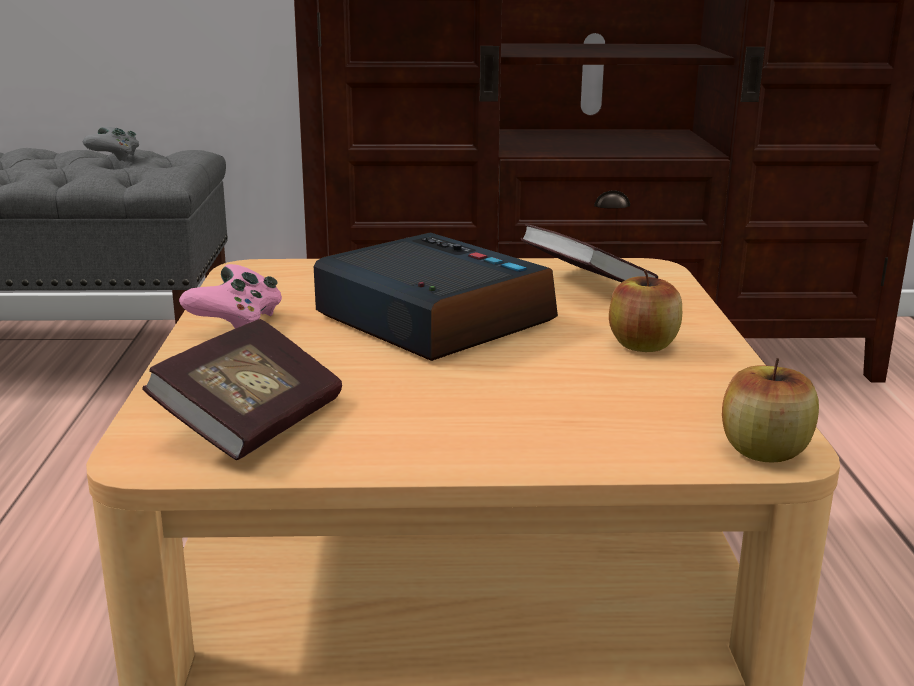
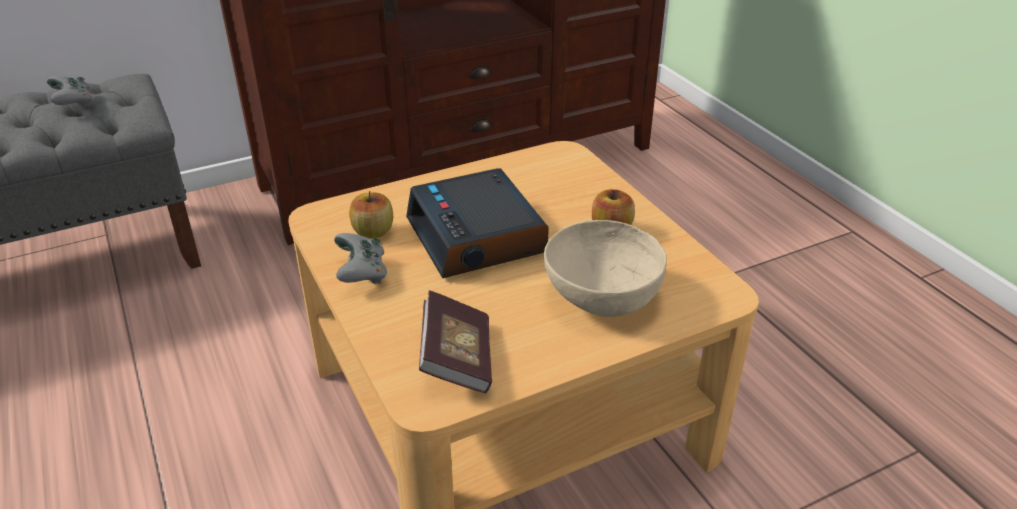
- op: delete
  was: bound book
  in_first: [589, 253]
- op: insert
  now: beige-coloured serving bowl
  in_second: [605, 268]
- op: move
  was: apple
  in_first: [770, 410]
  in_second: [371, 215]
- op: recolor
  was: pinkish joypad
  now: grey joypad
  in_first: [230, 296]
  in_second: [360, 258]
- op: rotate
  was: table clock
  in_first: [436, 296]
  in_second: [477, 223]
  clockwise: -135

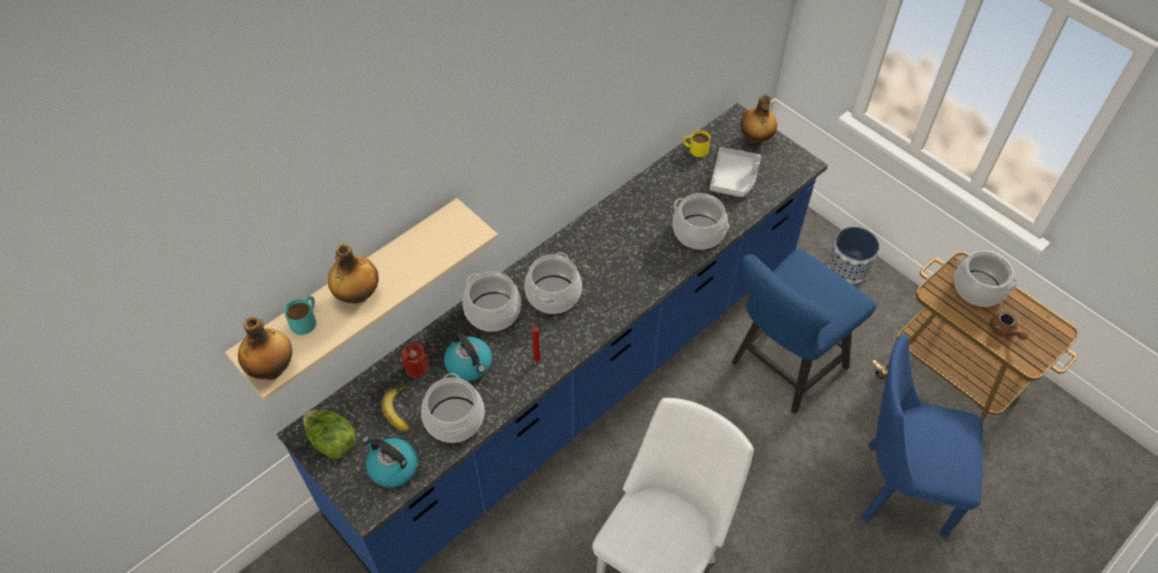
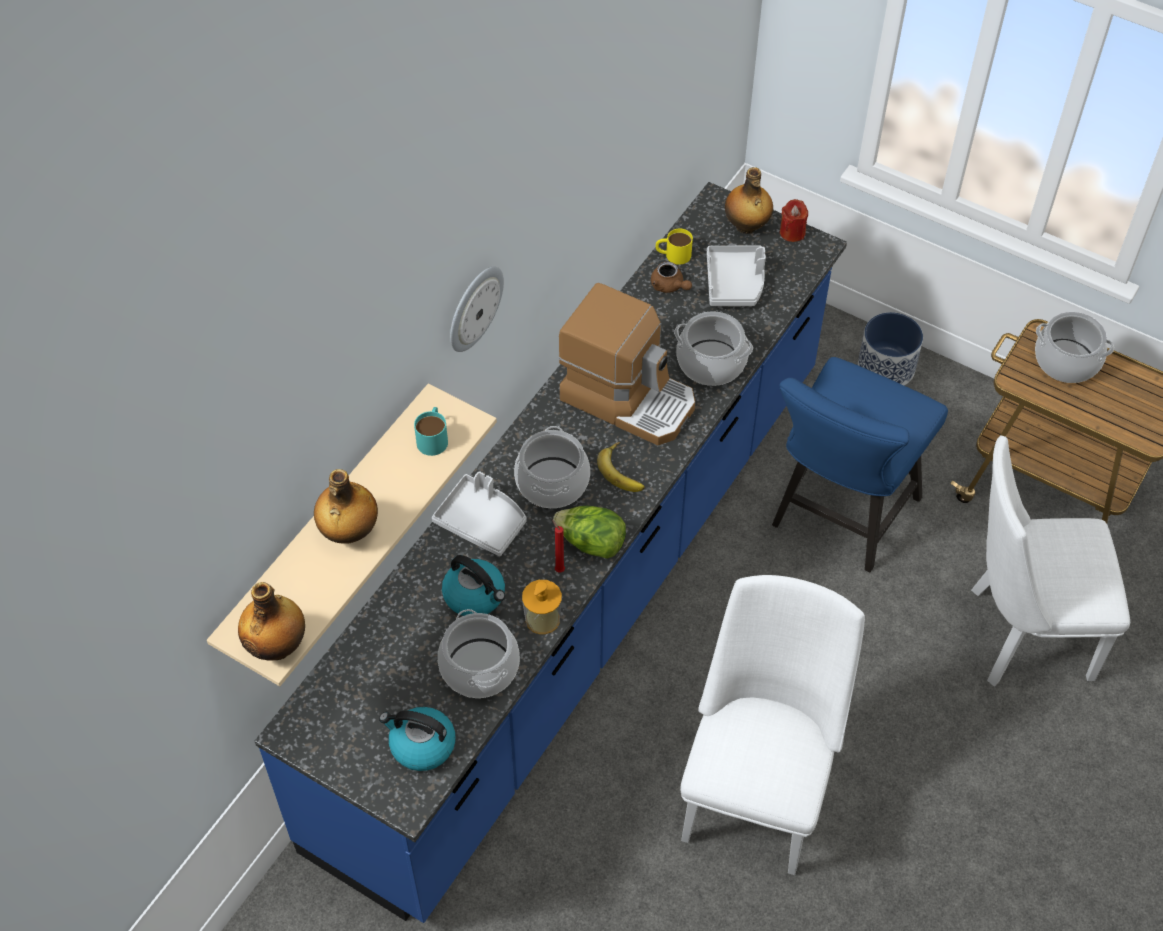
- op: insert
  now: wall clock
  in_second: [477, 309]
- op: insert
  now: liquid soap bottle
  in_second: [542, 607]
- op: insert
  now: coffee maker
  in_second: [626, 364]
- op: move
  was: turquoise-coloured tea mug
  in_first: [300, 315]
  in_second: [431, 431]
- op: move
  was: lettuce head
  in_first: [329, 434]
  in_second: [589, 532]
- op: move
  was: banana fruit
  in_first: [395, 408]
  in_second: [621, 467]
- op: move
  was: reddish wax candle
  in_first: [414, 360]
  in_second: [794, 220]
- op: move
  was: brownish tea pot
  in_first: [1009, 326]
  in_second: [671, 277]
- op: replace
  was: cooking pot
  now: grey serving tray
  in_first: [492, 301]
  in_second: [479, 513]
- op: recolor
  was: blue chair
  now: whitish chair
  in_first: [922, 435]
  in_second: [1050, 561]

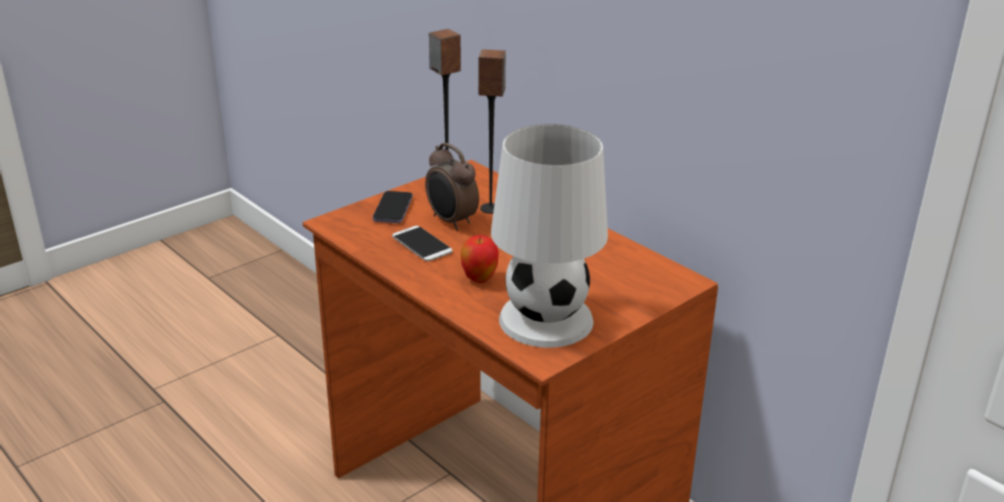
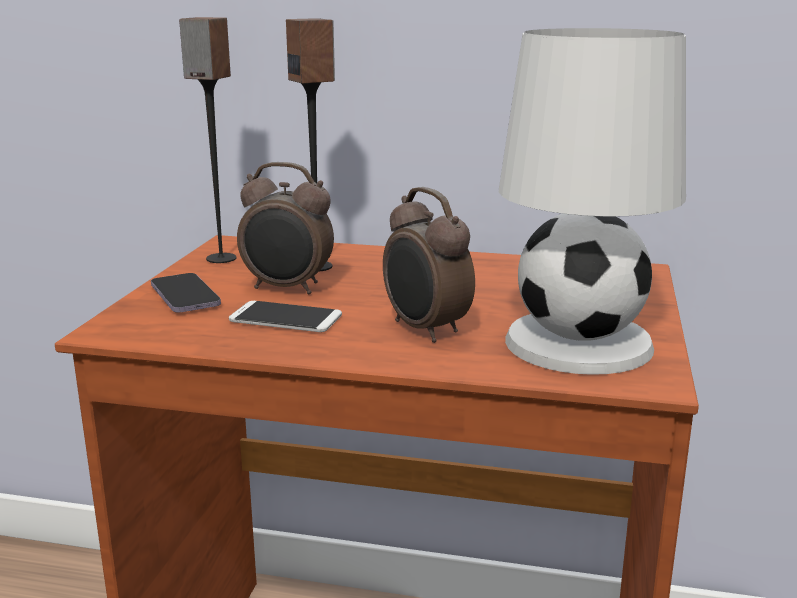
- op: replace
  was: apple
  now: table clock
  in_first: [480, 259]
  in_second: [429, 265]

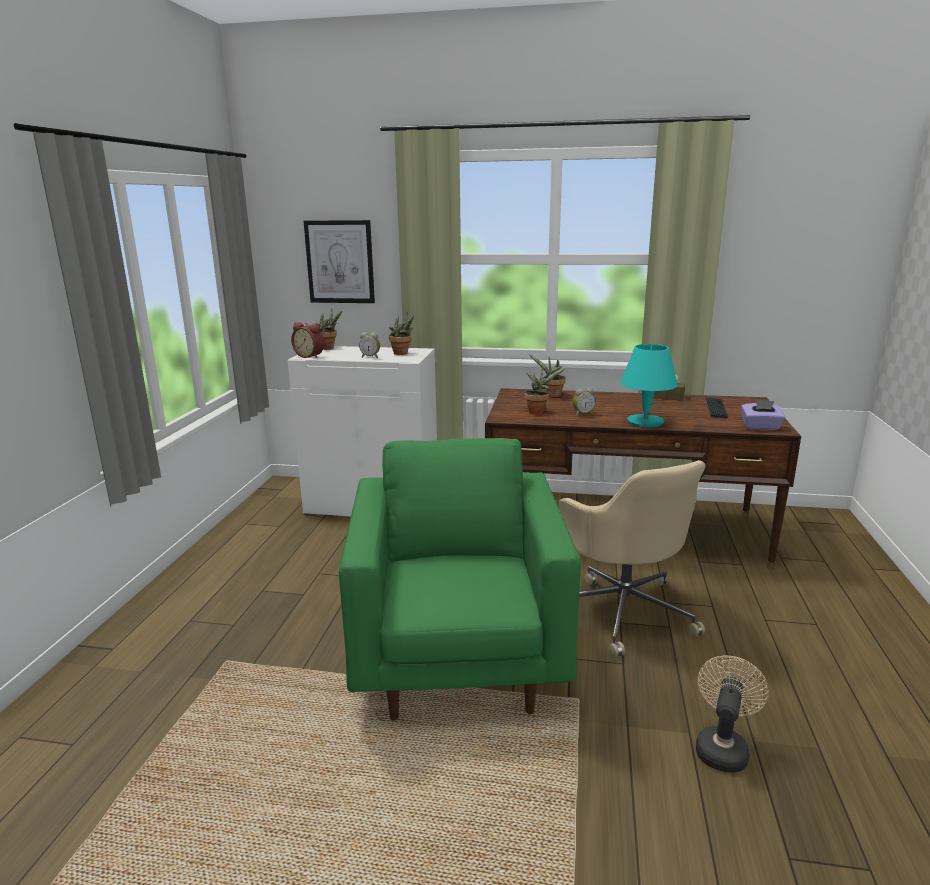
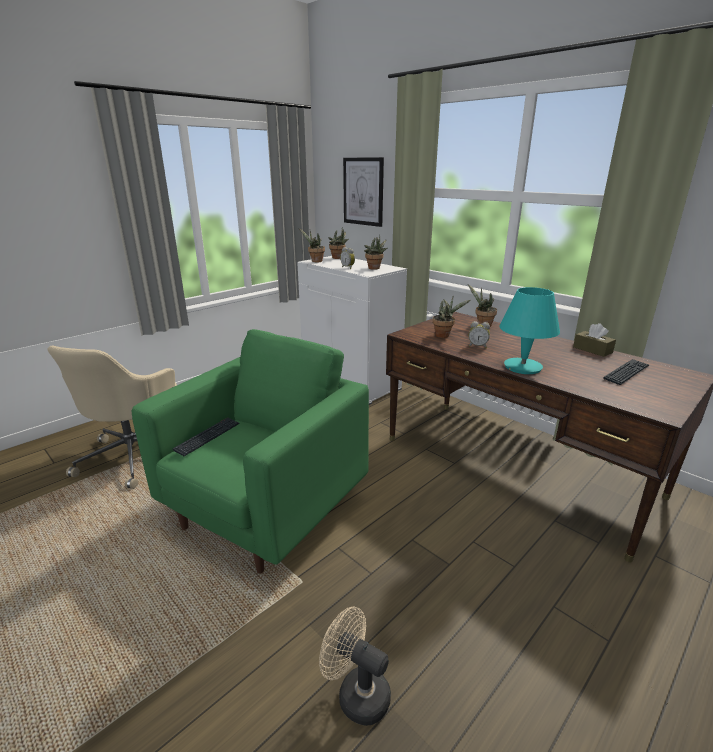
- op: delete
  was: purple-coloured tissue holder
  in_first: [763, 415]
- op: insert
  now: keyboard
  in_second: [206, 437]
- op: move
  was: beige-coloured desk chair
  in_first: [632, 559]
  in_second: [112, 417]
- op: replace
  was: table clock
  now: potted plant
  in_first: [307, 340]
  in_second: [312, 245]
- op: rotate
  was: beige-coloured fan
  in_first: [732, 714]
  in_second: [355, 666]
  clockwise: -120

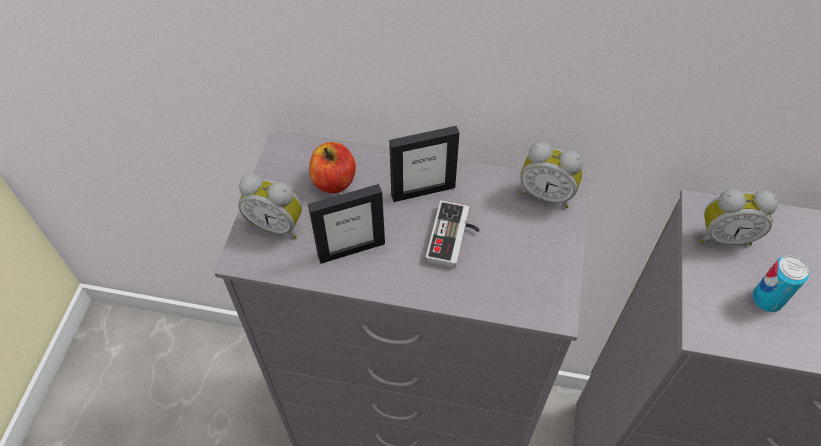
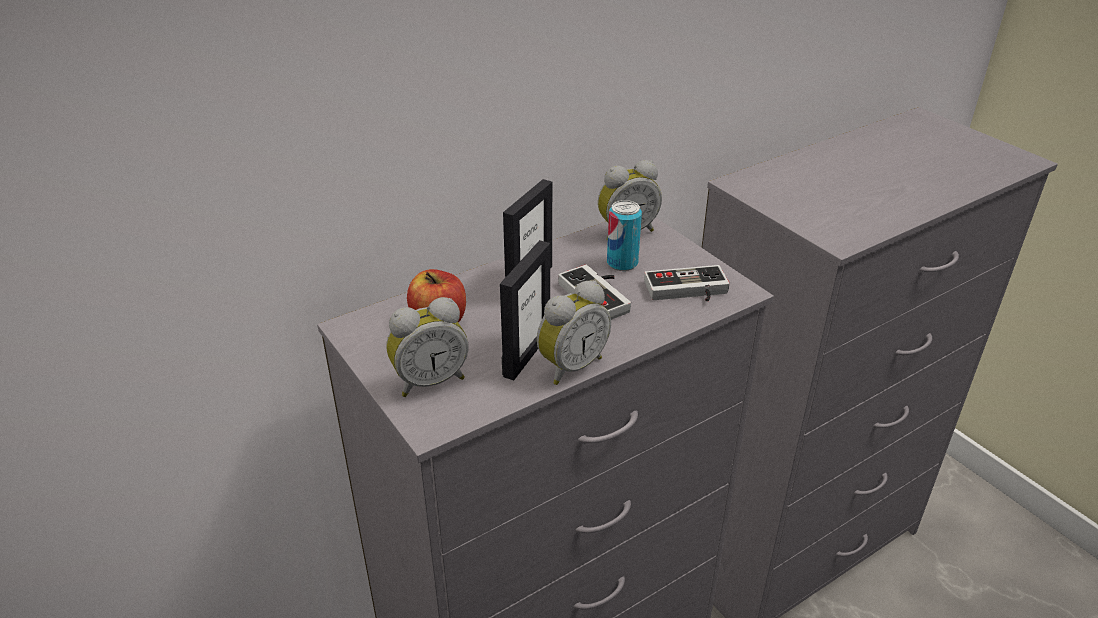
- op: insert
  now: joypad
  in_second: [687, 283]
- op: move
  was: table clock
  in_first: [739, 217]
  in_second: [574, 332]
- op: move
  was: can
  in_first: [781, 283]
  in_second: [624, 235]

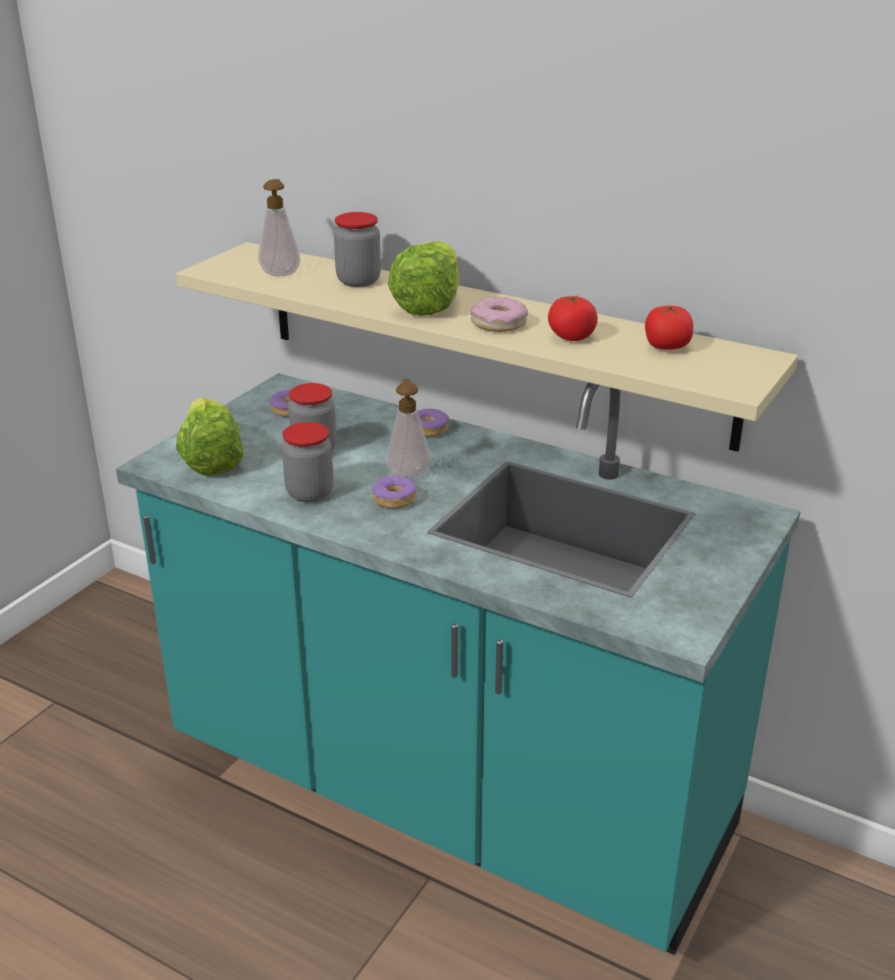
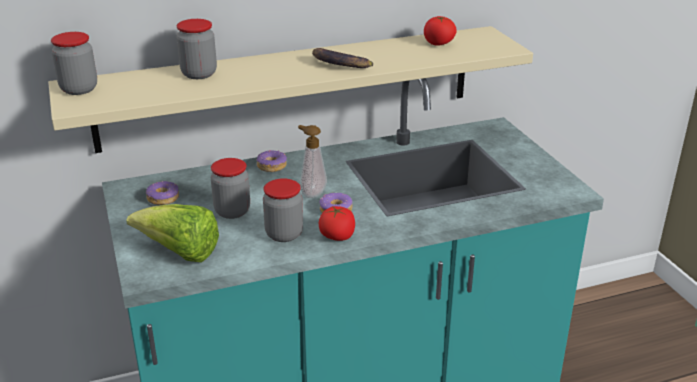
- op: delete
  was: liquid soap bottle
  in_first: [279, 227]
- op: delete
  was: lettuce head
  in_first: [423, 278]
- op: insert
  now: jar
  in_second: [74, 63]
- op: move
  was: tomato
  in_first: [573, 318]
  in_second: [337, 223]
- op: replace
  was: doughnut
  now: banana fruit
  in_first: [499, 314]
  in_second: [342, 58]

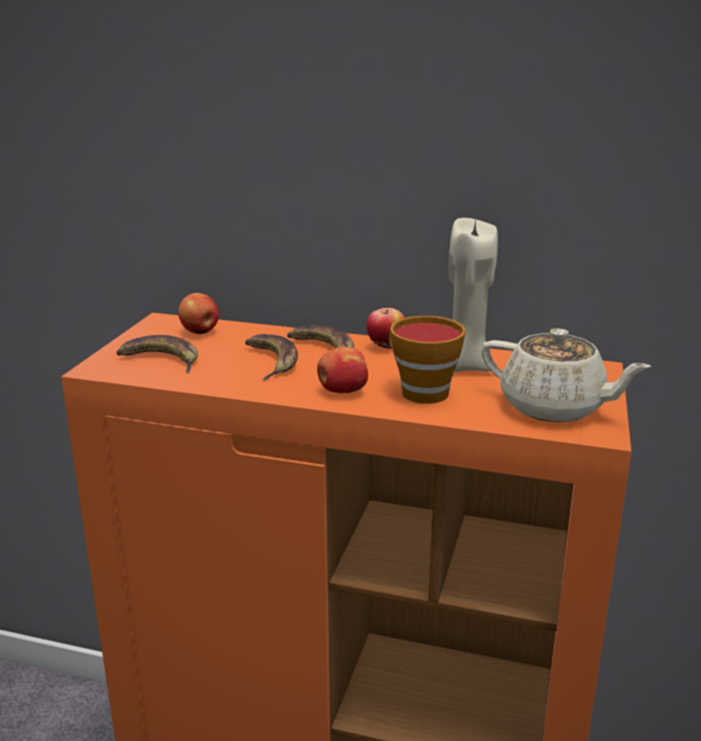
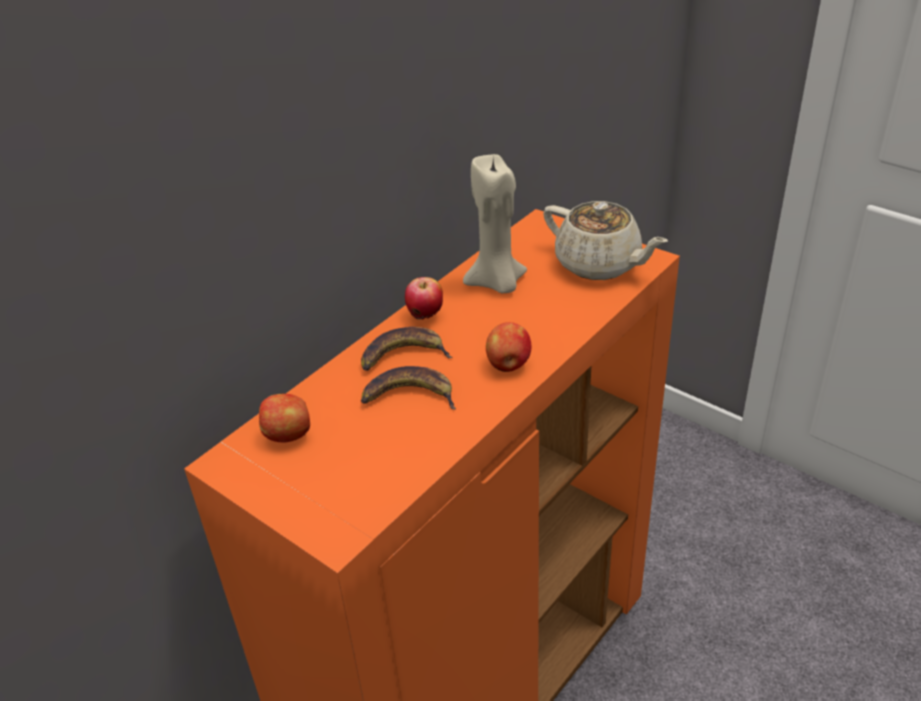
- op: delete
  was: banana fruit
  in_first: [157, 354]
- op: delete
  was: small cup
  in_first: [427, 360]
- op: rotate
  was: beige-coloured tea pot
  in_first: [566, 375]
  in_second: [605, 240]
  clockwise: 75

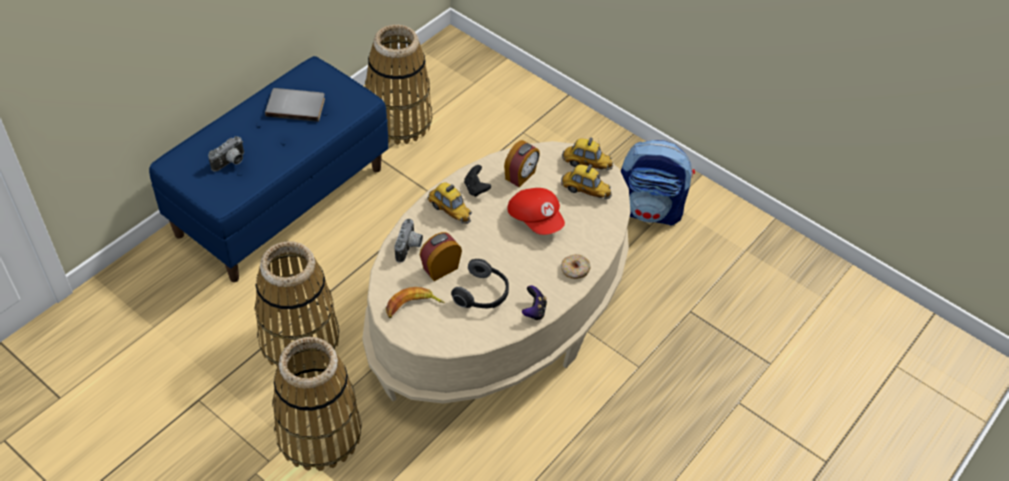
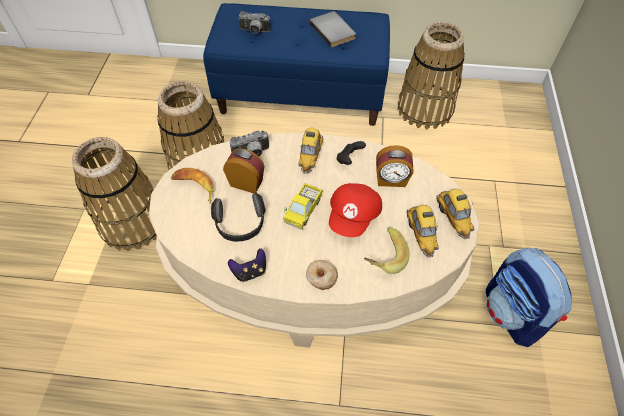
- op: insert
  now: model truck
  in_second: [303, 206]
- op: insert
  now: banana fruit
  in_second: [387, 250]

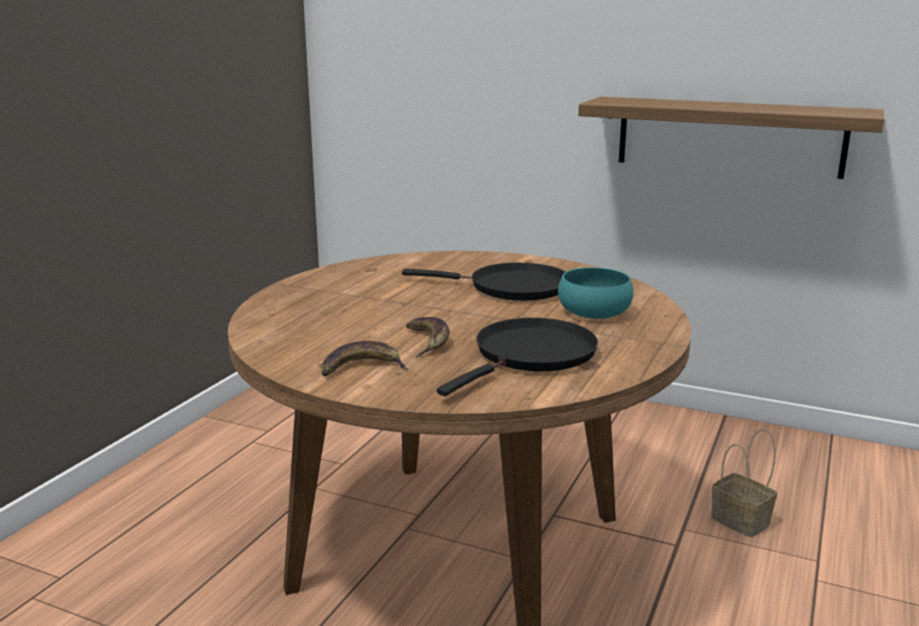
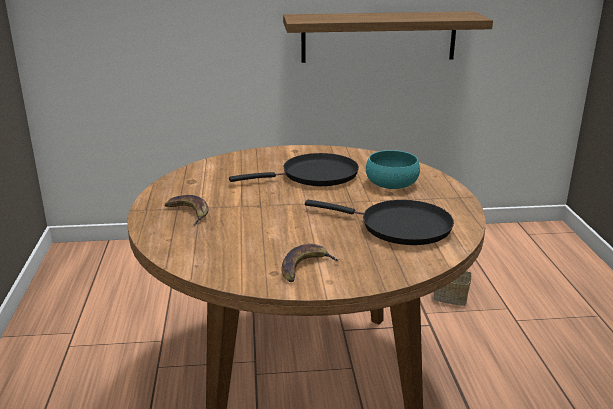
- op: move
  was: banana fruit
  in_first: [428, 337]
  in_second: [186, 210]
- op: rotate
  was: black frying pan
  in_first: [517, 357]
  in_second: [379, 222]
  clockwise: 105

